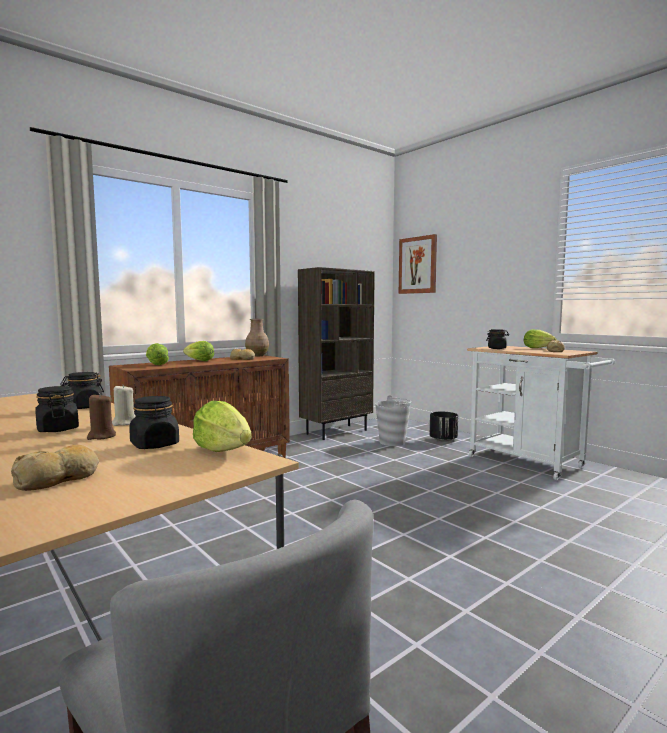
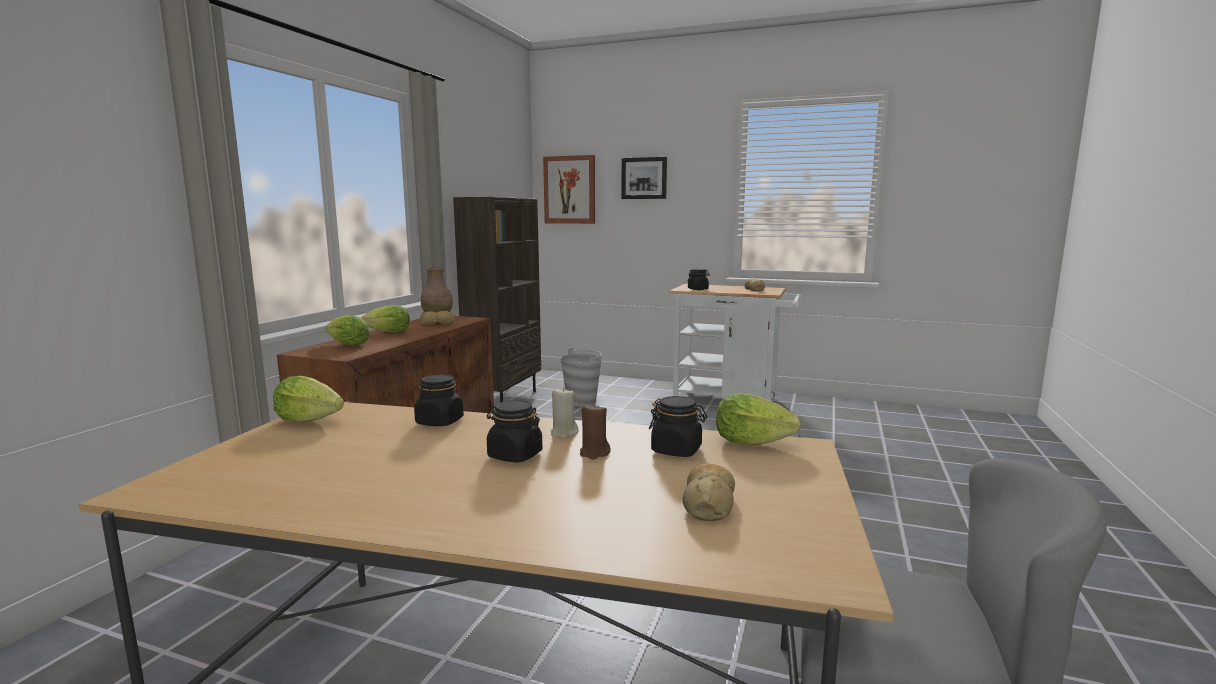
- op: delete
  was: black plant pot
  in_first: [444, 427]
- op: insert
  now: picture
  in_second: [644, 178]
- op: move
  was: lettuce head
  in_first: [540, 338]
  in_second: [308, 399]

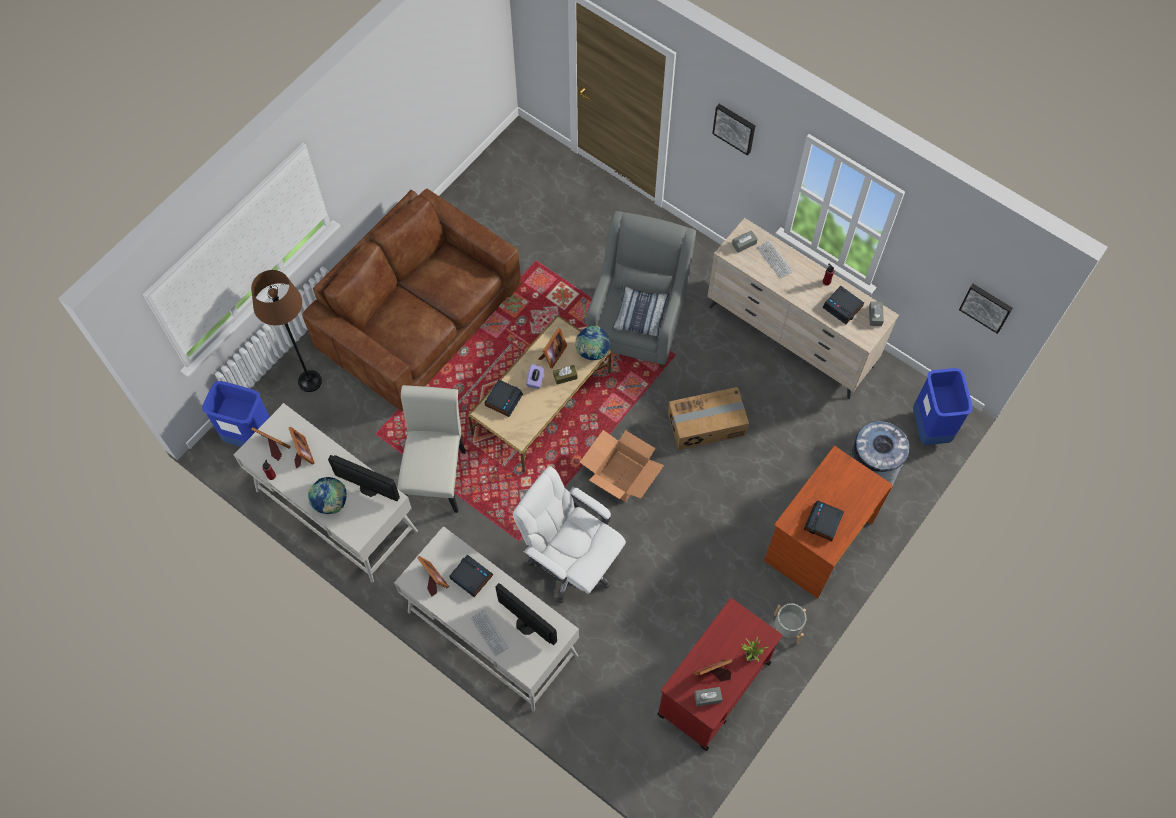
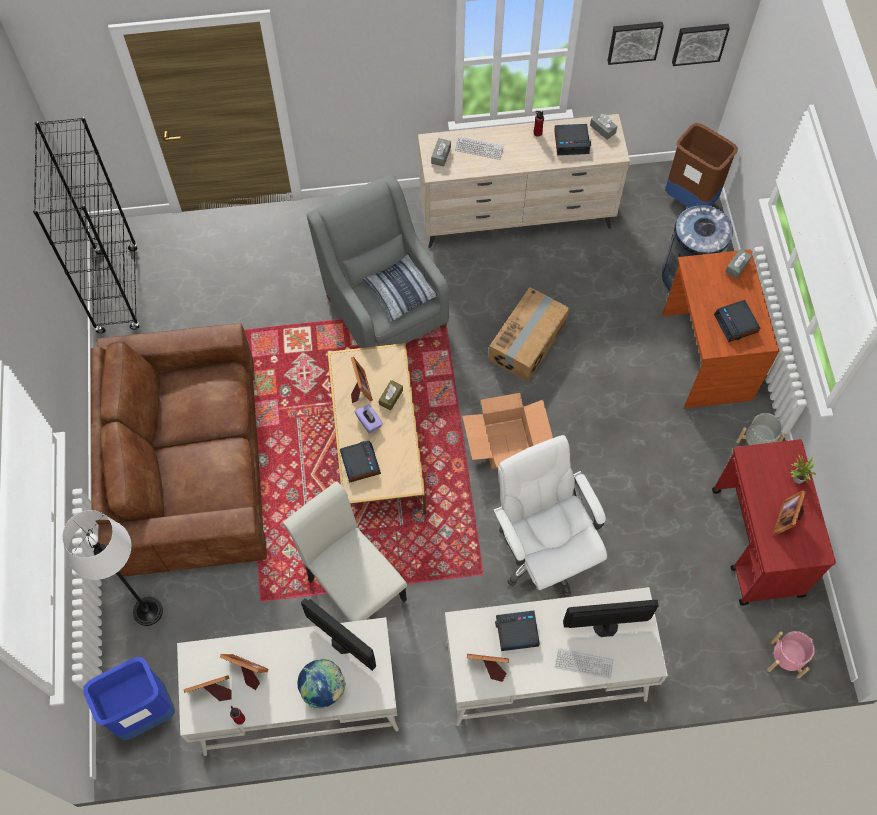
- op: delete
  was: desk globe
  in_first: [593, 343]
- op: insert
  now: black bookshelf
  in_second: [86, 225]
- op: insert
  now: pinkish plant pot
  in_second: [791, 655]
- op: move
  was: grey tissue holder
  in_first: [708, 697]
  in_second: [738, 264]
- op: move
  was: picture
  in_first: [733, 130]
  in_second: [635, 43]
- op: recolor
  was: brownish standing lamp
  now: whitish standing lamp
  in_first: [286, 331]
  in_second: [112, 568]
- op: recolor
  was: blue rubbish bin
  now: brownish rubbish bin
  in_first: [942, 406]
  in_second: [701, 165]
- op: rotate
  was: monitor
  in_first: [364, 478]
  in_second: [338, 634]
  clockwise: 60
- op: rotate
  was: whitish desk chair
  in_first: [569, 534]
  in_second: [550, 516]
  clockwise: 75

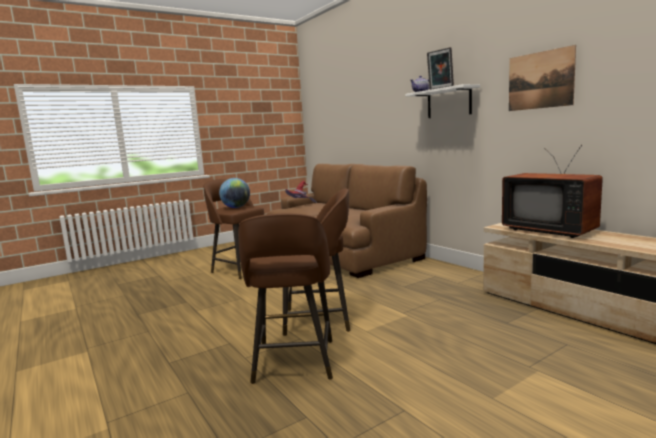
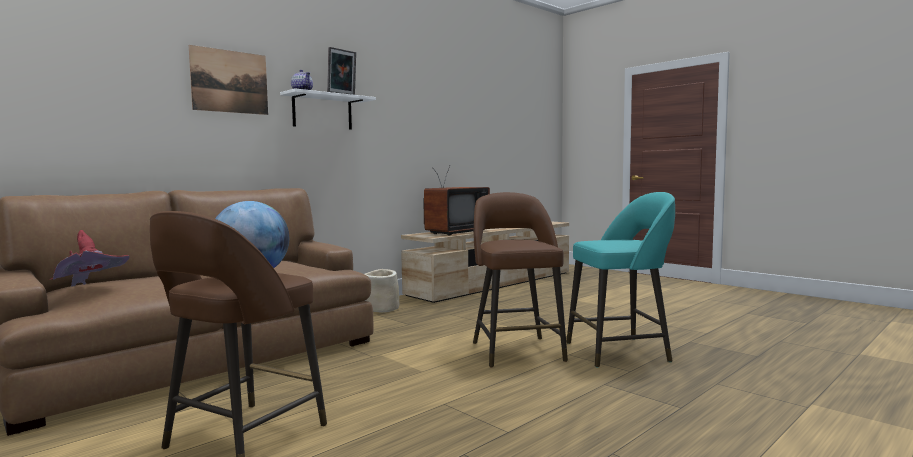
- op: insert
  now: beige-coloured plant pot
  in_second: [382, 290]
- op: move
  was: picture
  in_first: [542, 78]
  in_second: [228, 80]
- op: recolor
  was: brownish stool
  now: turquoise-coloured stool
  in_first: [285, 298]
  in_second: [620, 280]

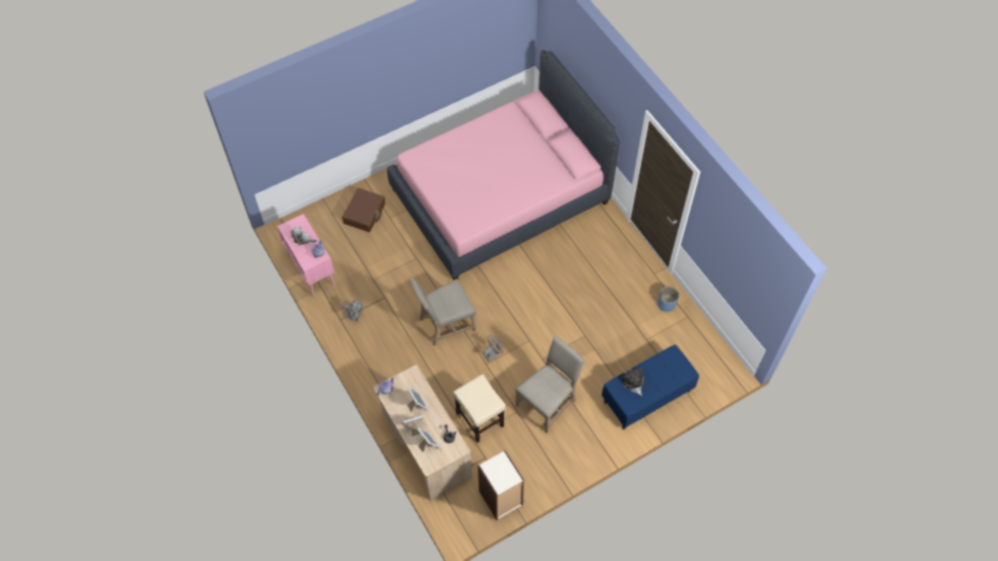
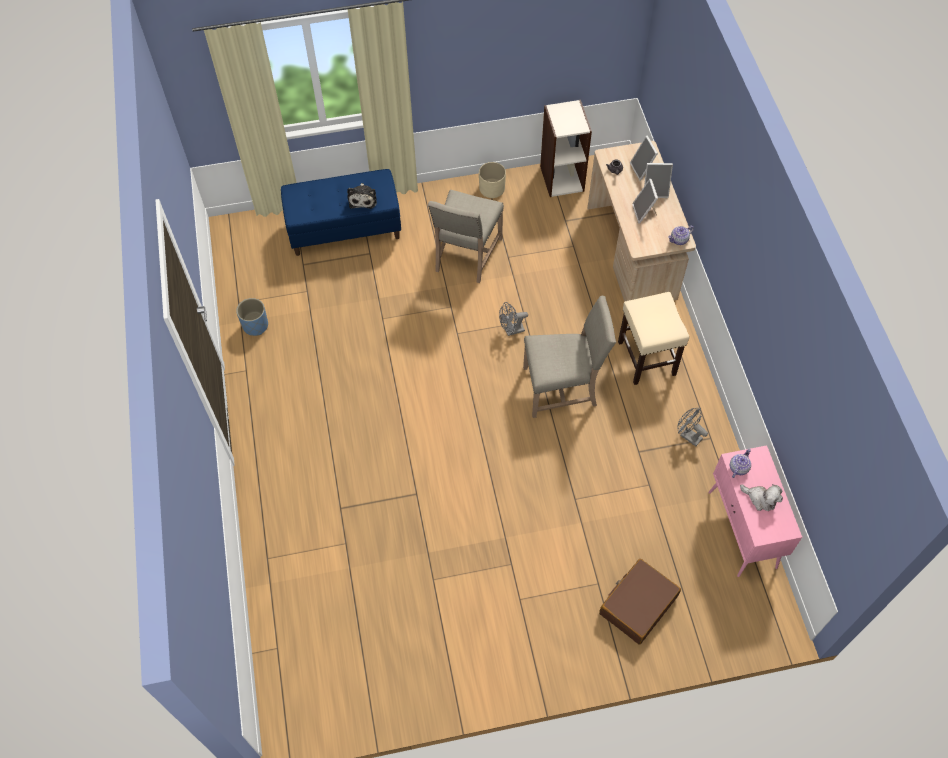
- op: delete
  was: pinkish bed
  in_first: [503, 165]
- op: insert
  now: beige-coloured plant pot
  in_second: [492, 180]
- op: move
  was: beige-coloured stool
  in_first: [479, 408]
  in_second: [653, 338]
- op: rotate
  was: beige-coloured chair
  in_first: [550, 385]
  in_second: [466, 236]
  clockwise: -45

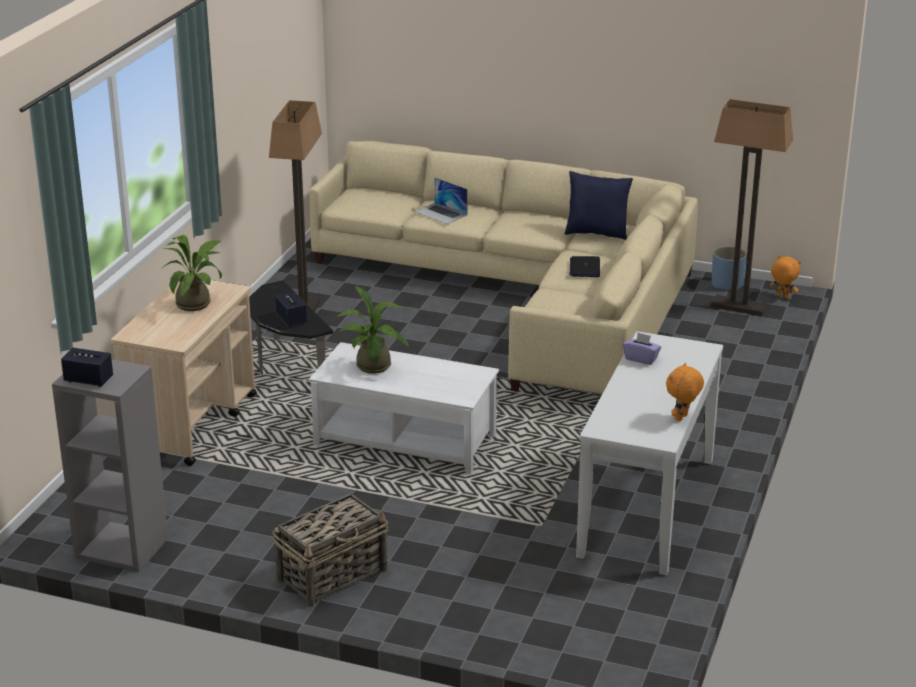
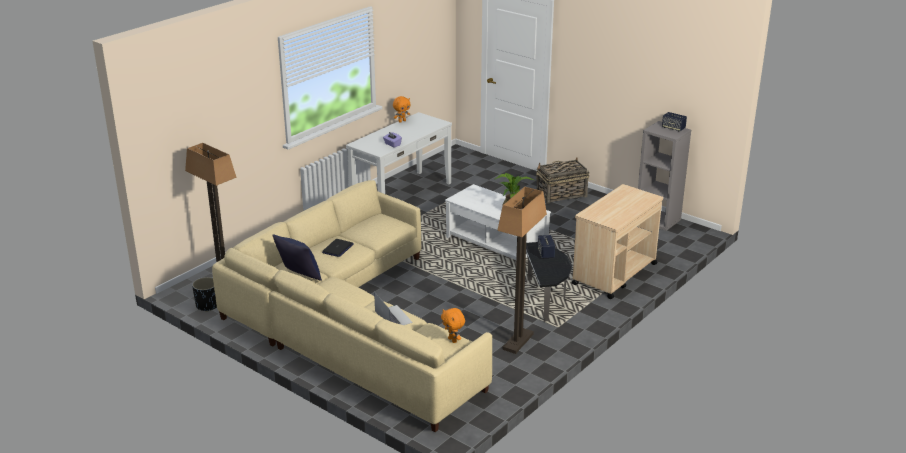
- op: delete
  was: potted plant
  in_first: [192, 273]
- op: move
  was: orangey soft toy
  in_first: [785, 276]
  in_second: [453, 325]
- op: recolor
  was: blue plant pot
  now: black plant pot
  in_first: [729, 268]
  in_second: [204, 294]

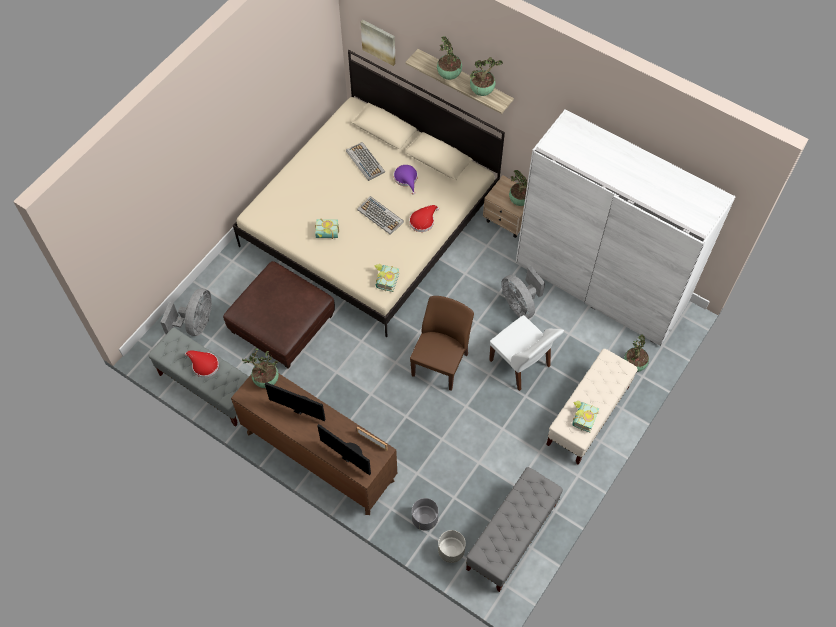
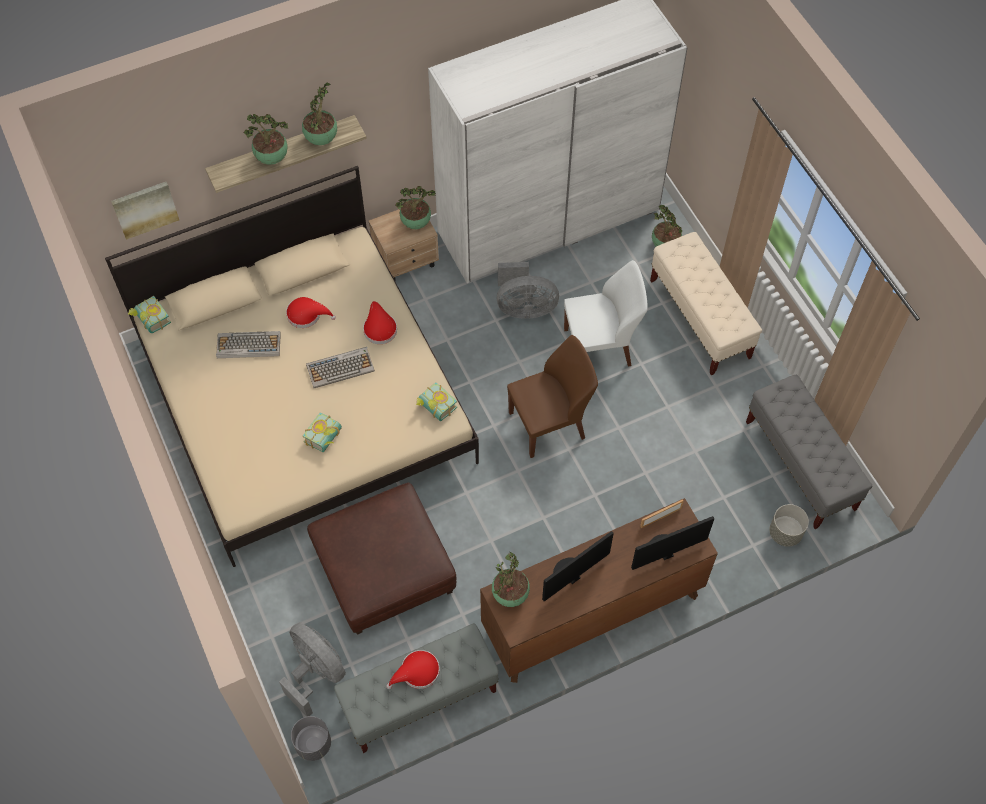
- op: move
  was: grey plant pot
  in_first: [425, 514]
  in_second: [311, 738]
- op: move
  was: bound book
  in_first: [585, 416]
  in_second: [149, 314]
- op: recolor
  was: purple-coloured wearable hat
  now: reddish wearable hat
  in_first: [406, 180]
  in_second: [311, 312]
- op: rotate
  was: brownish chair
  in_first: [442, 343]
  in_second: [552, 396]
  clockwise: 105

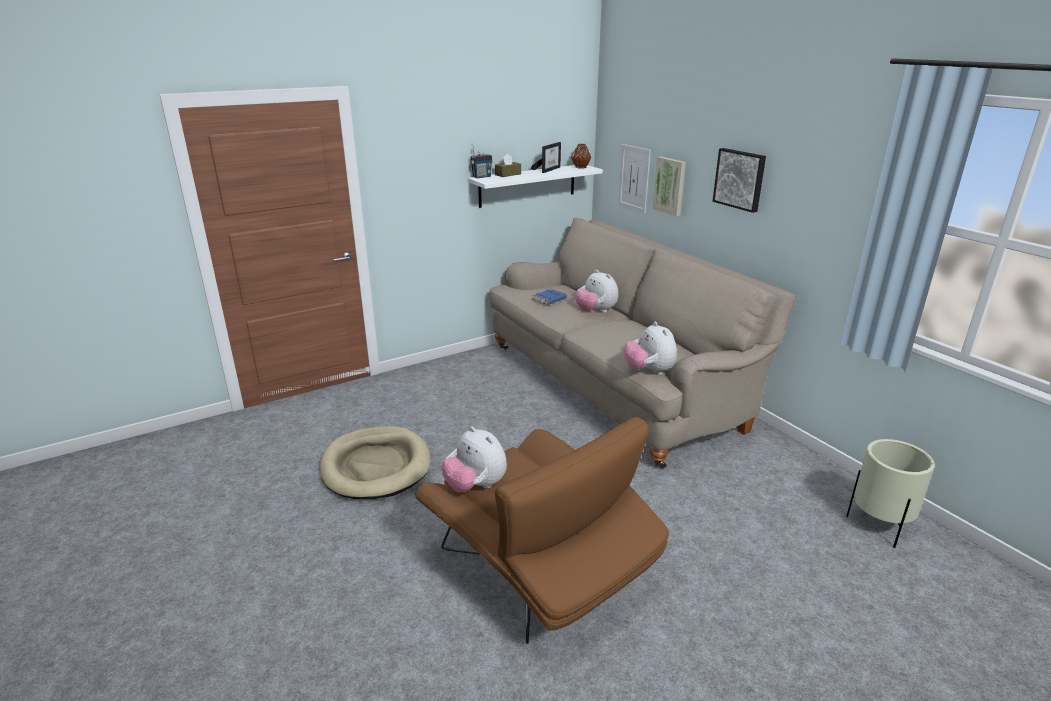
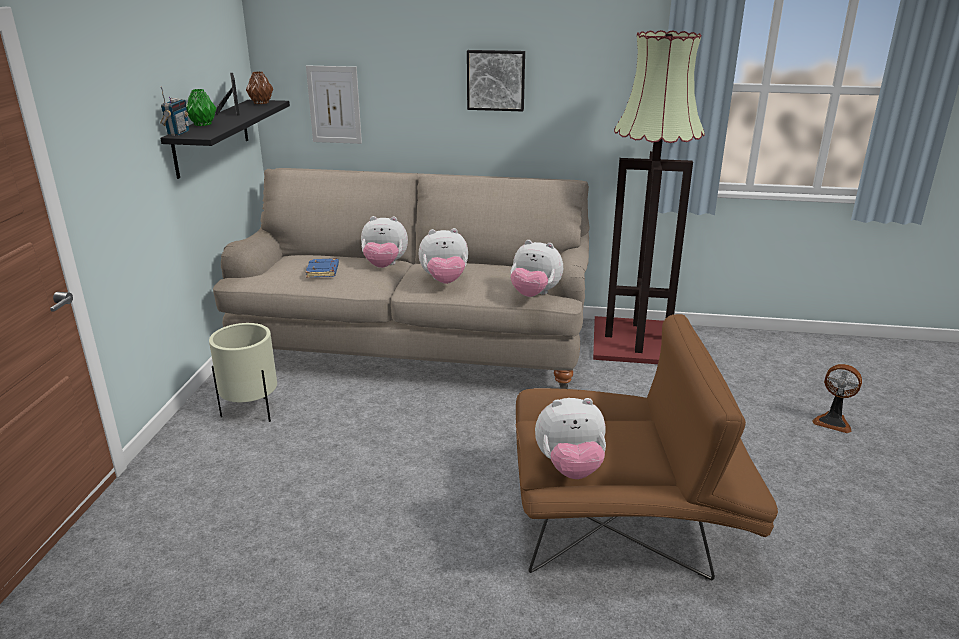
- op: delete
  was: beige-coloured pet bed
  in_first: [375, 462]
- op: delete
  was: picture
  in_first: [669, 186]
- op: insert
  now: soft toy
  in_second: [443, 256]
- op: insert
  now: standing lamp
  in_second: [649, 197]
- op: insert
  now: fan
  in_second: [837, 398]
- op: move
  was: beige-coloured plant pot
  in_first: [890, 493]
  in_second: [243, 372]
- op: replace
  was: brownish tissue holder
  now: green-coloured vase
  in_first: [508, 165]
  in_second: [201, 107]
- op: recolor
  was: whitish bracket shelf
  now: black bracket shelf
  in_first: [535, 186]
  in_second: [225, 139]

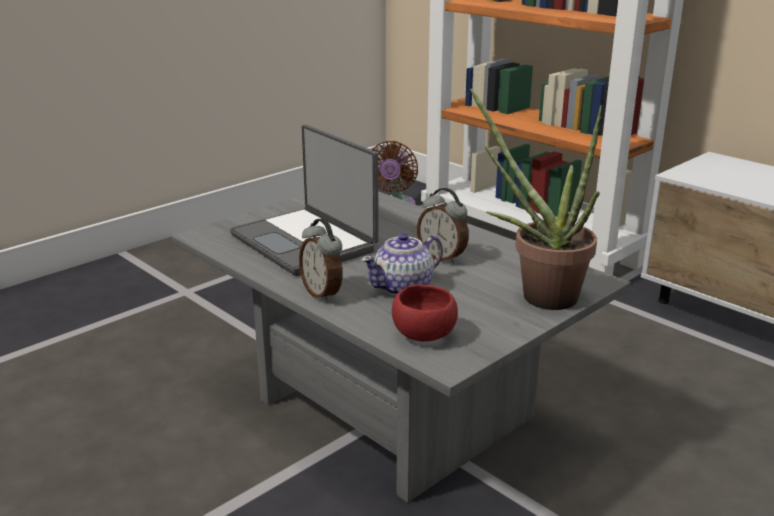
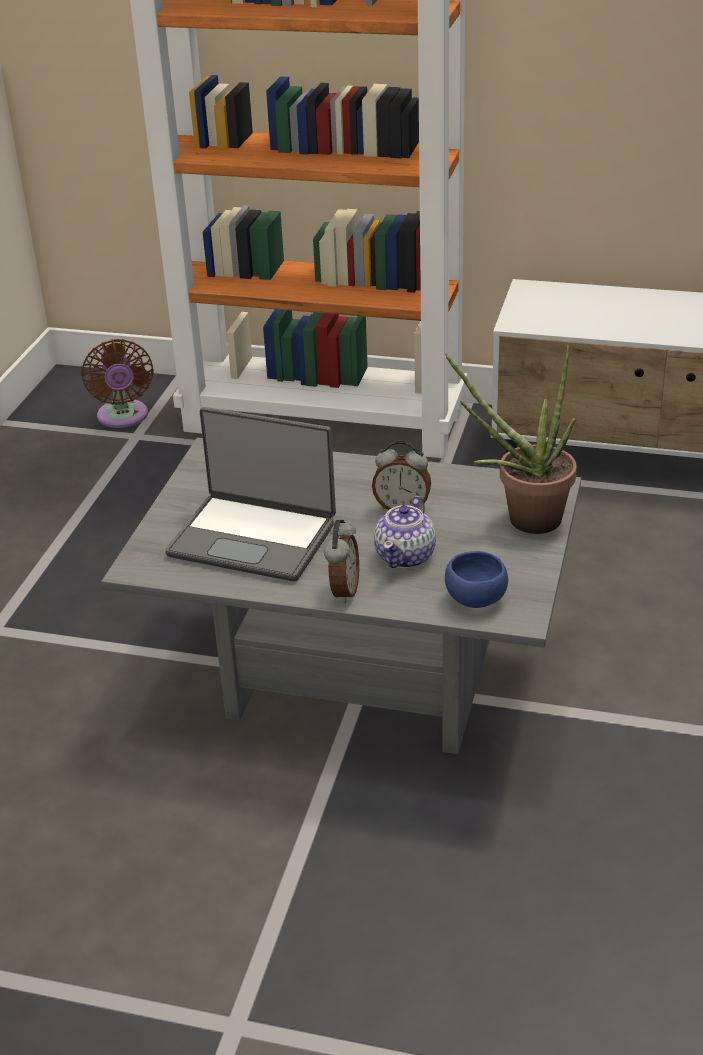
- op: recolor
  was: reddish serving bowl
  now: blue serving bowl
  in_first: [425, 313]
  in_second: [476, 579]
- op: rotate
  was: table clock
  in_first: [321, 260]
  in_second: [341, 562]
  clockwise: -105

